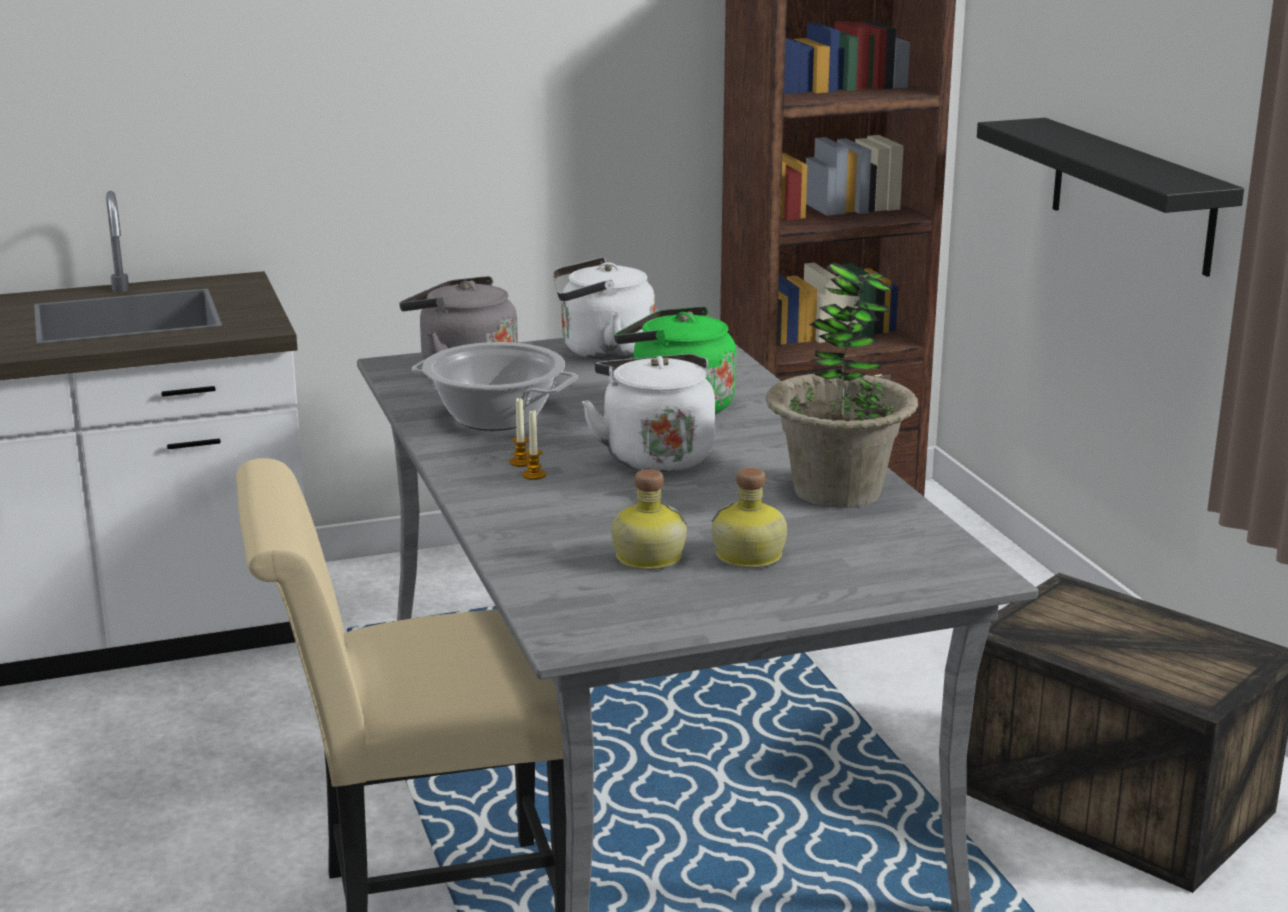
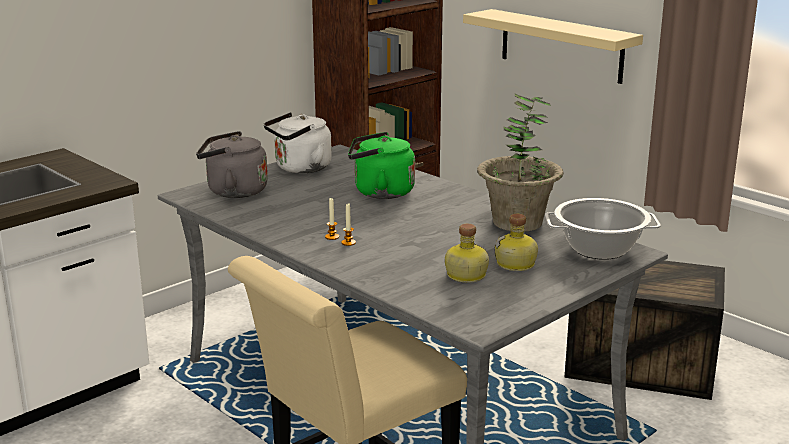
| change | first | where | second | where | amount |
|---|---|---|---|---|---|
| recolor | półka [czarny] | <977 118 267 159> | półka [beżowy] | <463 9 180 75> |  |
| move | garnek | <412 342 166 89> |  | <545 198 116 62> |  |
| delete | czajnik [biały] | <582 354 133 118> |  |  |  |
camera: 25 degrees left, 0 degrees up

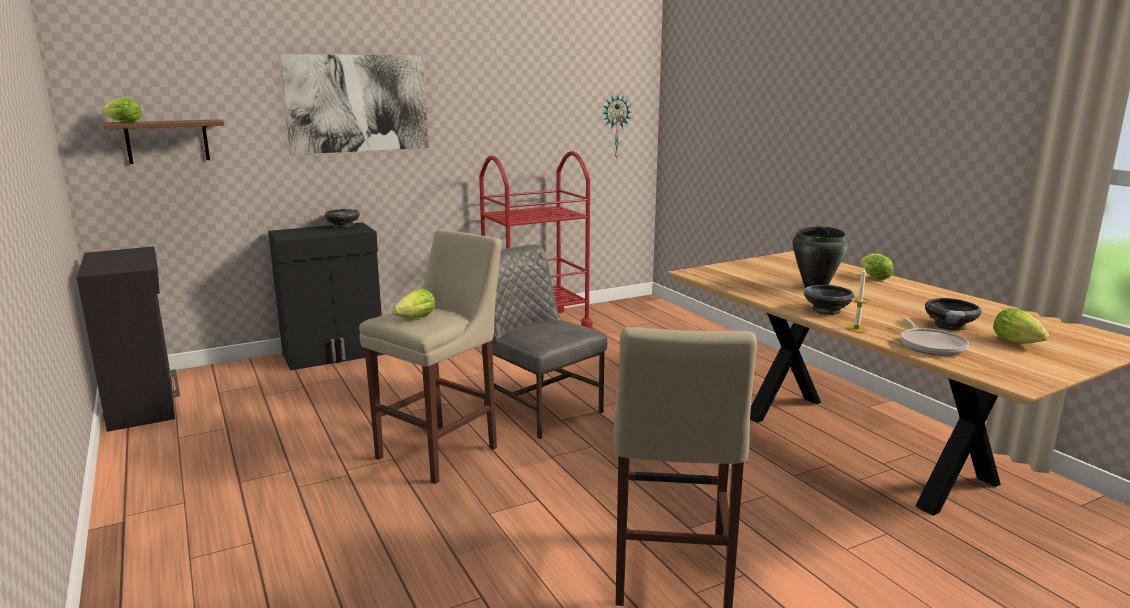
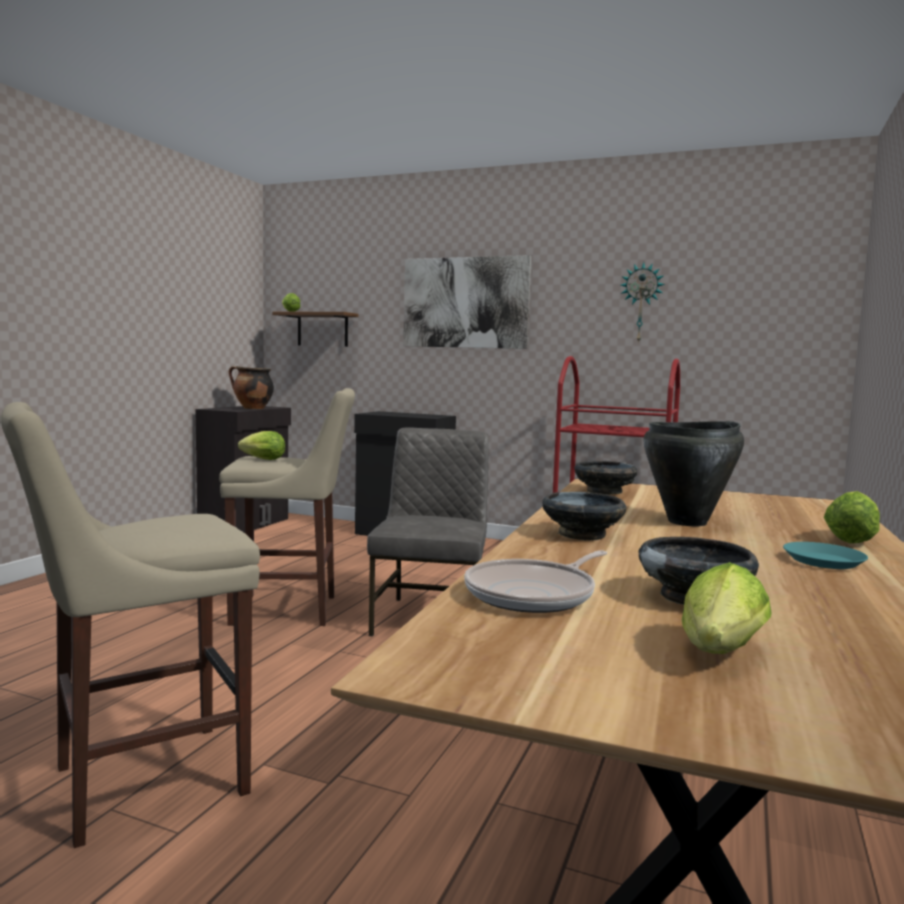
| change | first | where | second | where | amount |
|---|---|---|---|---|---|
| move | zegar ścienny | <603 95 28 65> |  | <621 262 44 81> |  |
| move | miska [czarny] | <325 209 35 19> |  | <574 461 64 34> |  |
| delete | świeca | <846 268 23 65> |  |  |  |
| insert |  |  | garnek | <229 366 45 43> |  |
| insert |  |  | talerz [turkusowy] | <783 542 85 27> |  |
camera: 50 degrees right, 10 degrees down

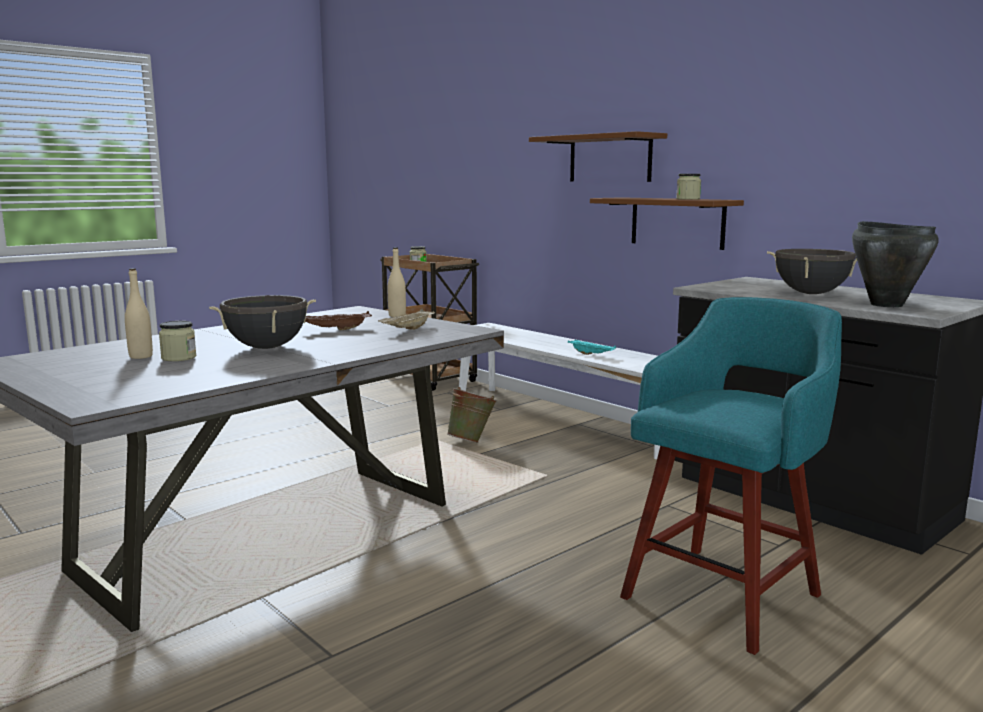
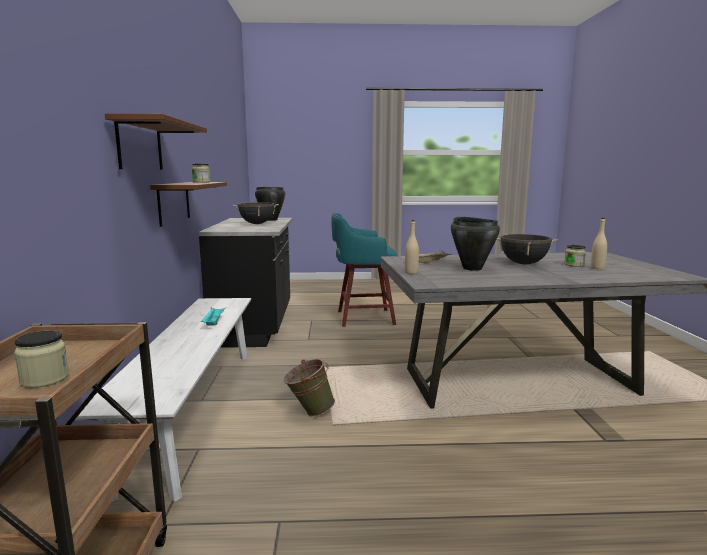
| change | first | where | second | where | amount |
|---|---|---|---|---|---|
| replace | taca [brązowy] | <305 311 67 19> | garnek [czarny] | <451 217 49 54> |  |
camera: 140 degrees left, 0 degrees up

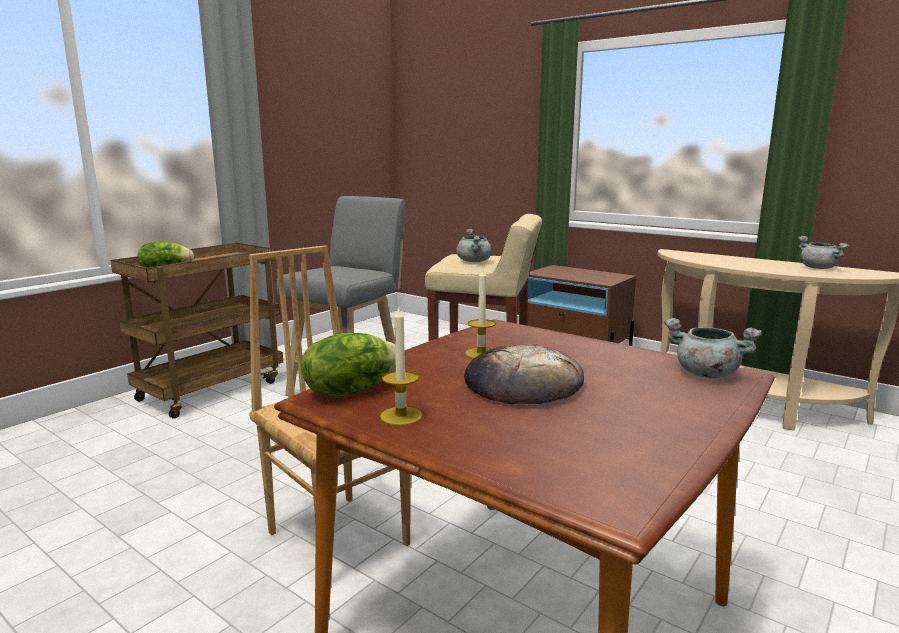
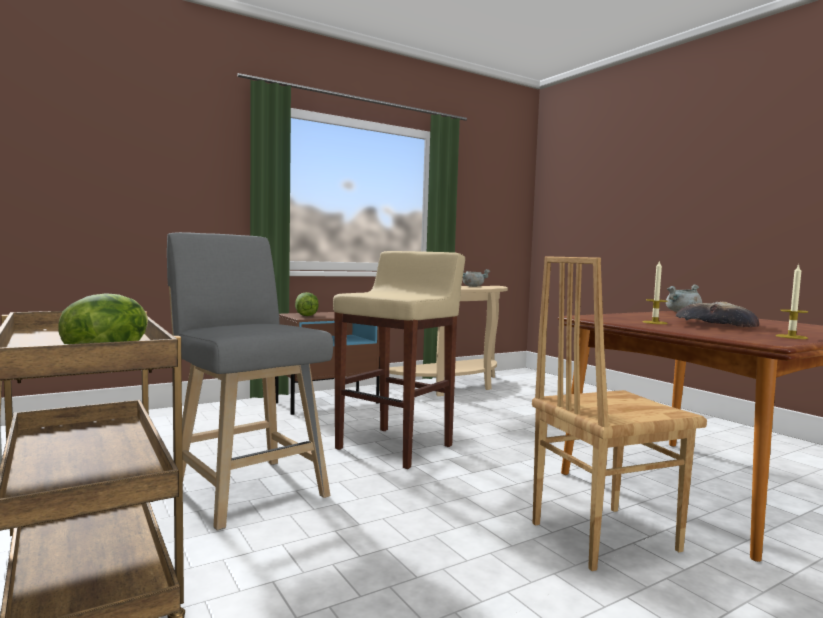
| change | first | where | second | where | amount |
|---|---|---|---|---|---|
| delete | garnek [szary] | <456 229 36 33> |  |  |  |
| move | sałata | <301 333 95 63> |  | <295 292 24 24> |  |
camera: 70 degrees left, 10 degrees down

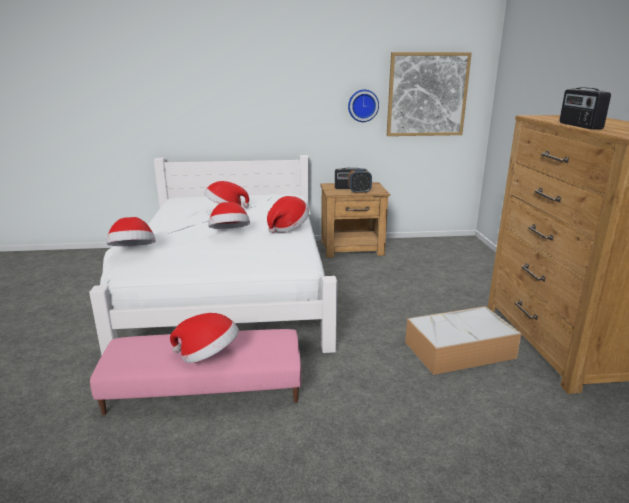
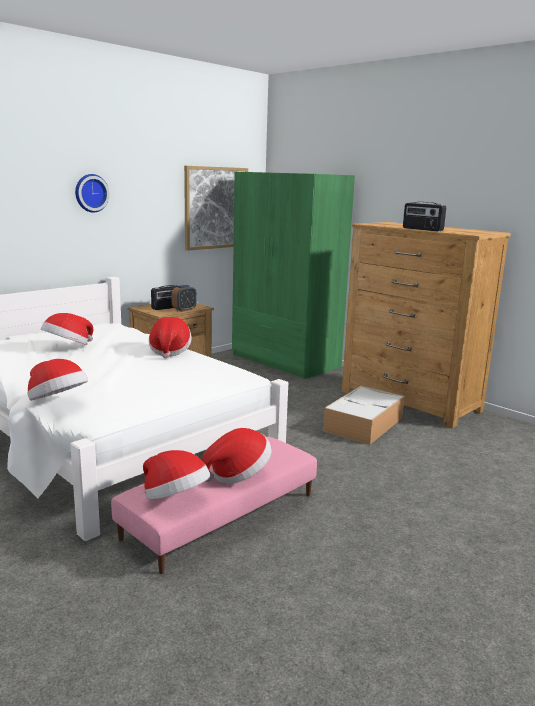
| change | first | where | second | where | amount |
|---|---|---|---|---|---|
| move | zegar ścienny | <348 90 31 32> |  | <75 174 35 38> |  |
| move | kapelusz | <208 202 42 27> |  | <143 450 67 50> |  |
| insert |  |  | szafa [zielony] | <232 172 123 207> |  |
camera: 40 degrees left, 5 degrees down

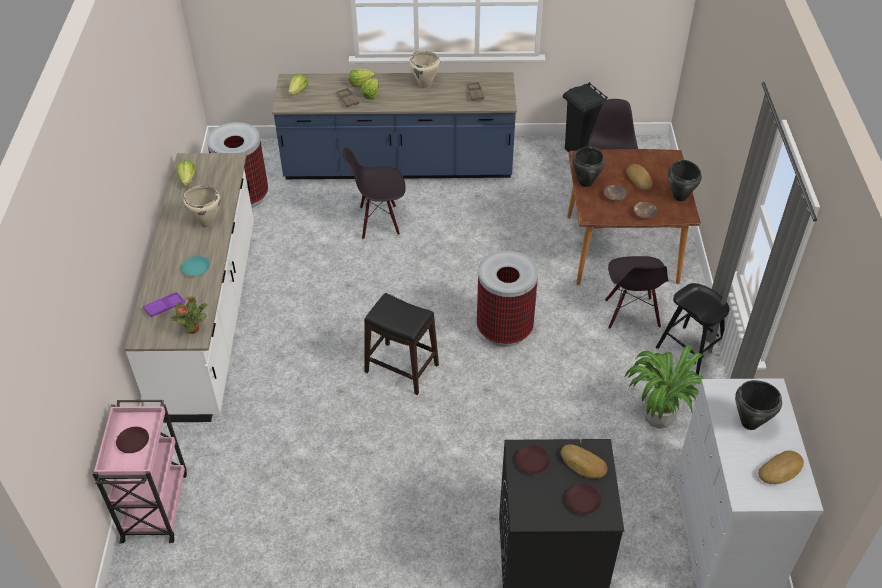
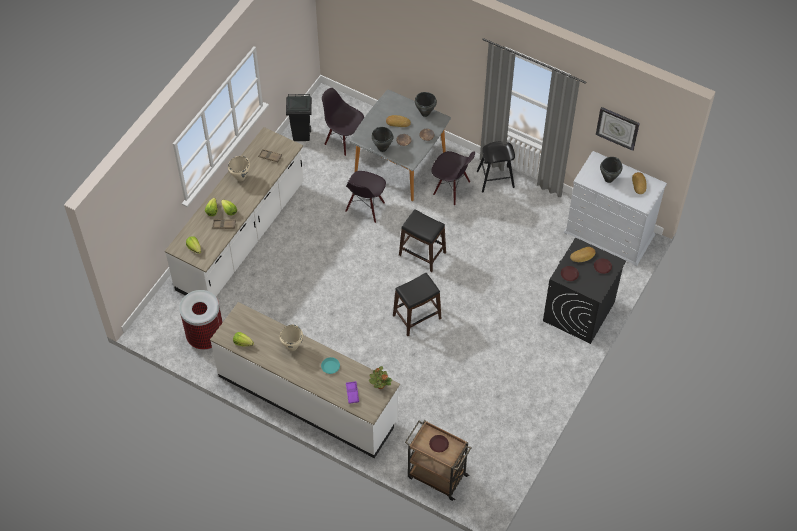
| change | first | where | second | where | amount |
|---|---|---|---|---|---|
| recolor | zabudowa kuchenna [niebieski] | <272 72 245 107> | zabudowa kuchenna [biały] | <165 127 139 169> |  |
| move | krzesło [czarny] | <342 148 64 91> |  | <345 171 41 52> |  |
| recolor | stół jadalny [brązowy] | <567 149 134 136> | stół jadalny [szary] | <349 89 102 112> |  |
| replace | kosz na śmieci | <477 250 61 97> | stołek [czarny] | <399 209 47 63> |  |
| delete | roślina doniczkowa | <625 345 80 84> |  |  |  |
| recolor | wózek [różowy] | <92 400 95 144> | wózek [brązowy] | <405 420 67 81> |  |
| insert |  |  | zegar ścienny | <596 107 44 44> |  |
camera: 60 degrees left, 10 degrees up

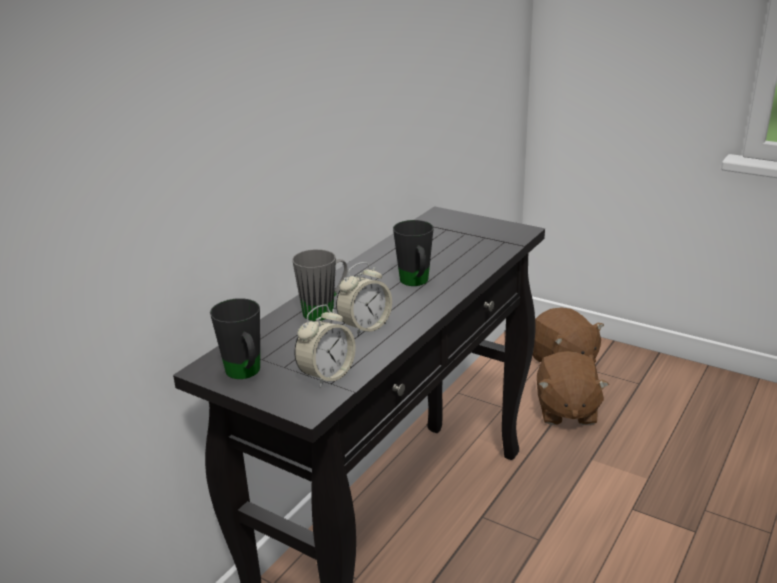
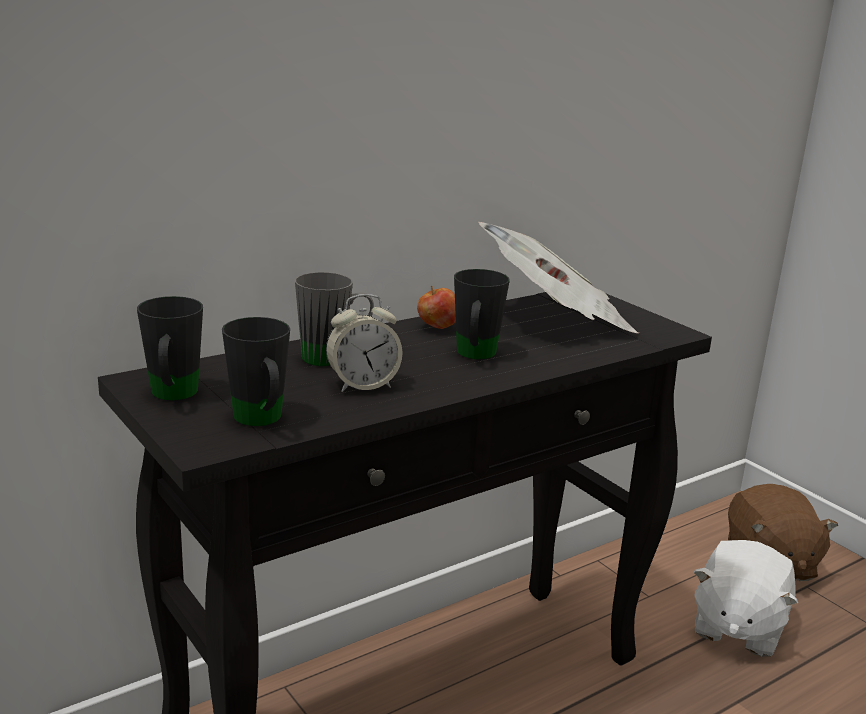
| change | first | where | second | where | amount |
|---|---|---|---|---|---|
| replace | budzik | <294 304 62 84> | kubek [czarny] | <222 317 68 109> |  |
| recolor | pluszak [brązowy] | <537 351 72 74> | pluszak [biały] | <693 540 105 117> |  |
| insert |  |  | gazeta | <478 222 161 111> |  |
| insert |  |  | jabłko | <417 286 39 43> |  |
camera: 20 degrees right, 5 degrees down

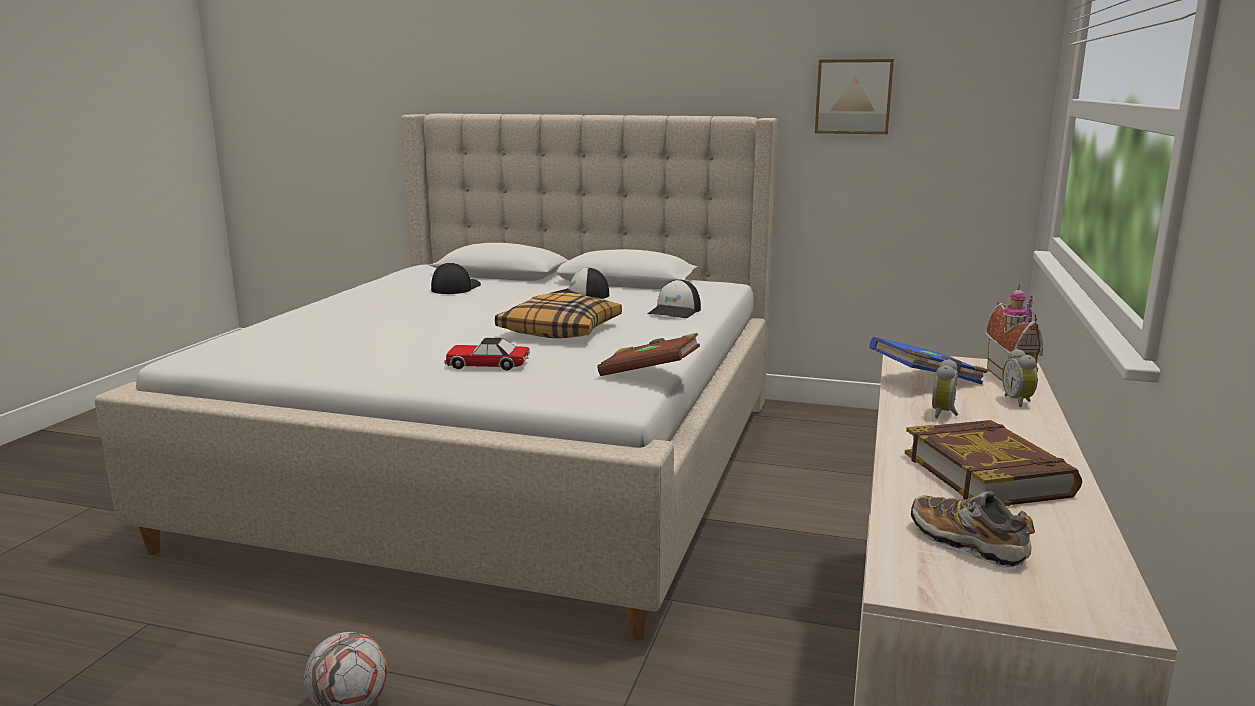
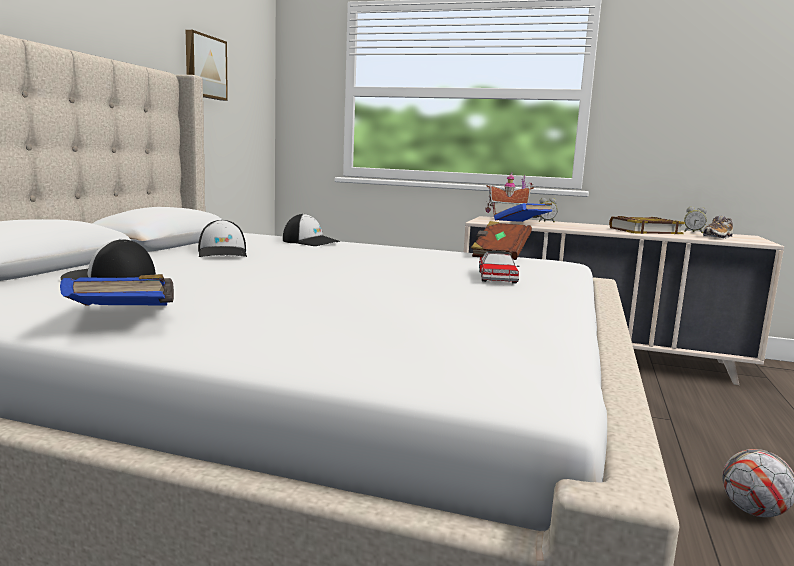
| change | first | where | second | where | amount |
|---|---|---|---|---|---|
| delete | poduszka | <495 293 127 45> |  |  |  |
| move | budzik | <932 359 26 59> |  | <684 207 23 26> |  |
| insert |  |  | książka [niebieski] | <60 274 114 31> |  |
camera: 90 degrees left, 5 degrees down

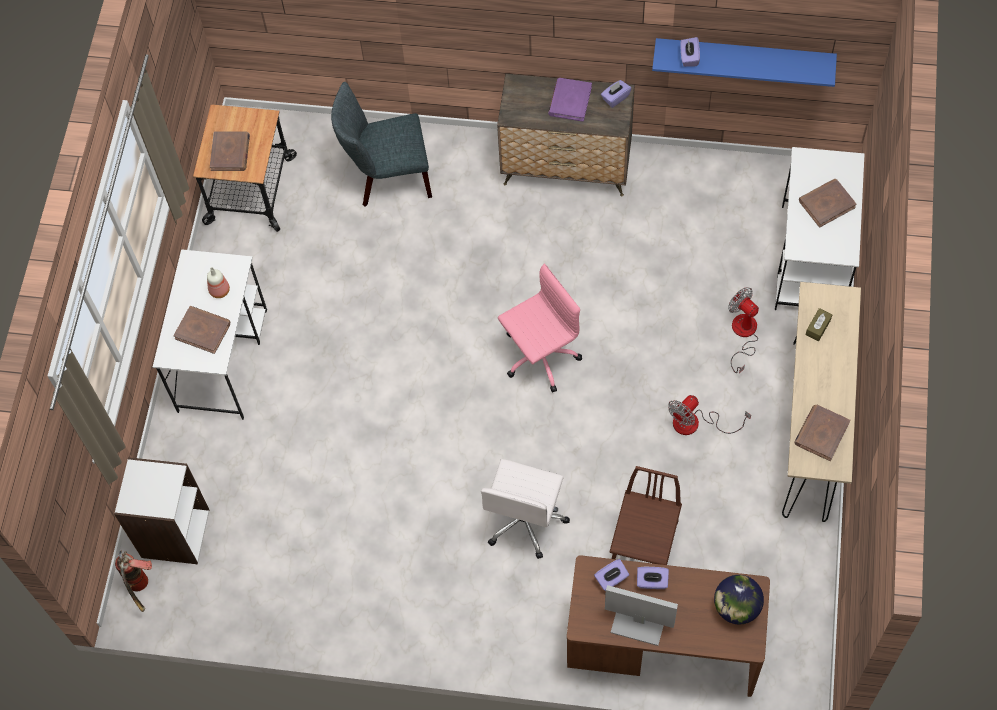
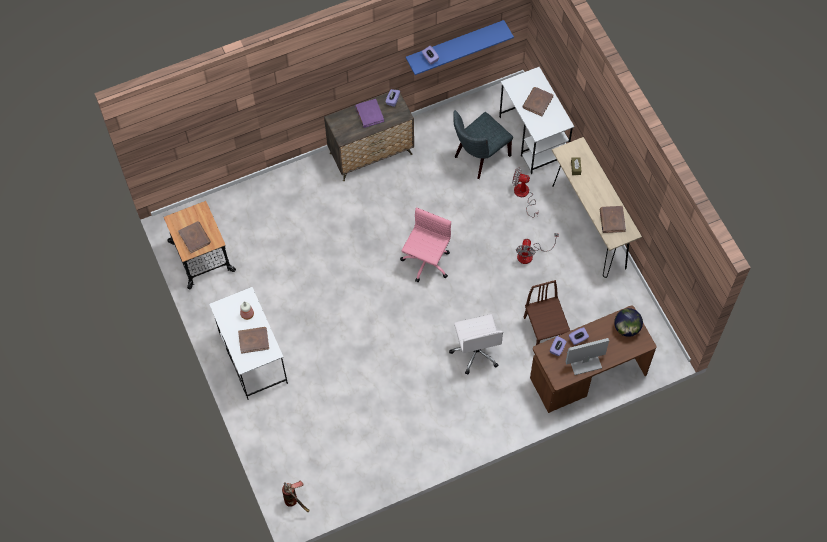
| change | first | where | second | where | amount |
|---|---|---|---|---|---|
| move | krzesło [szary] | <331 82 101 125> |  | <453 110 60 69> |  |
| delete | regał [biały] | <114 457 95 107> |  |  |  |
camera: 35 degrees left, 0 degrees up

